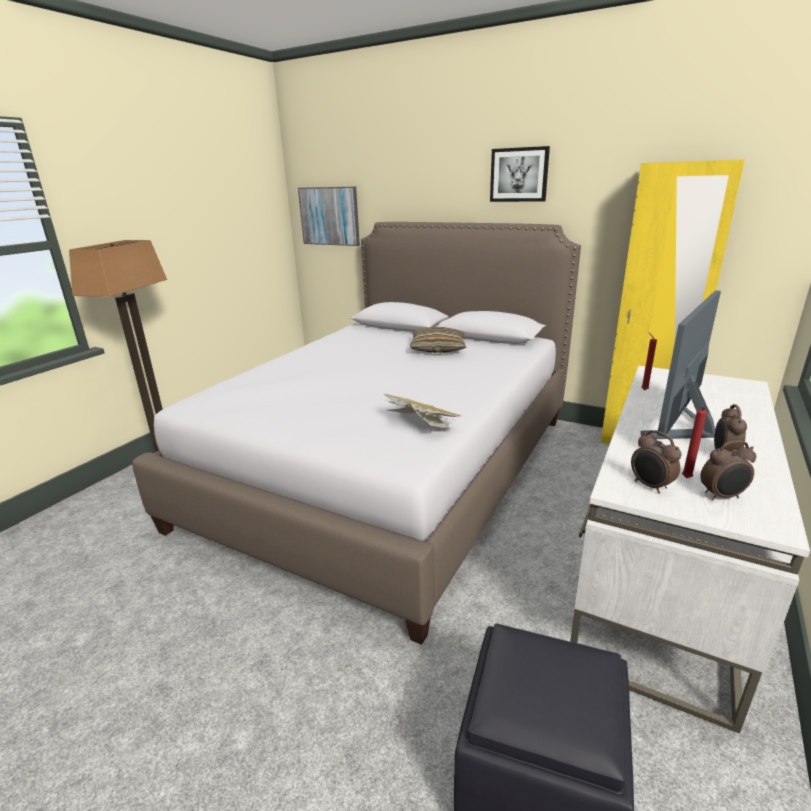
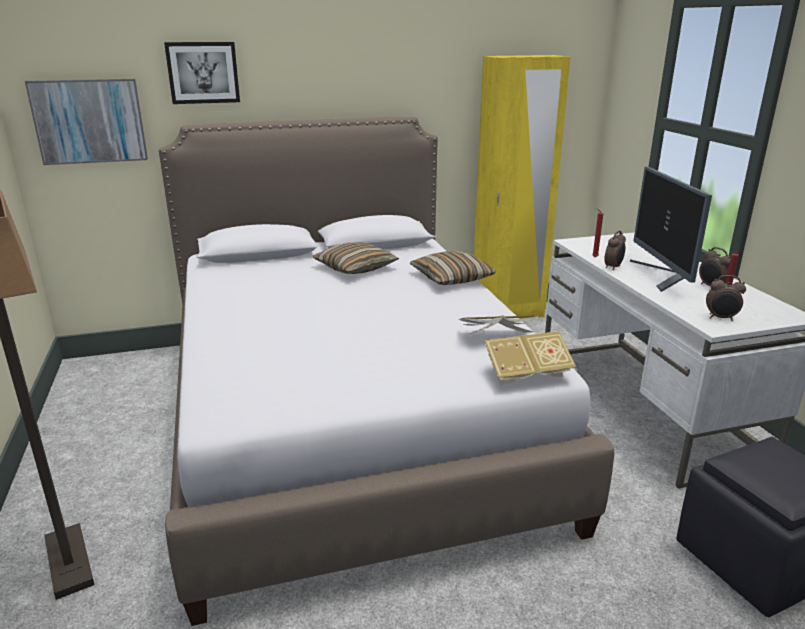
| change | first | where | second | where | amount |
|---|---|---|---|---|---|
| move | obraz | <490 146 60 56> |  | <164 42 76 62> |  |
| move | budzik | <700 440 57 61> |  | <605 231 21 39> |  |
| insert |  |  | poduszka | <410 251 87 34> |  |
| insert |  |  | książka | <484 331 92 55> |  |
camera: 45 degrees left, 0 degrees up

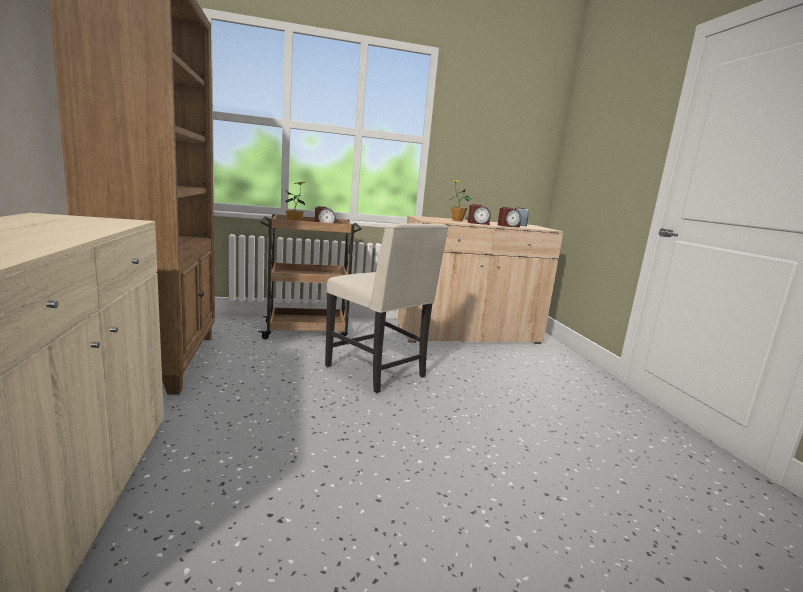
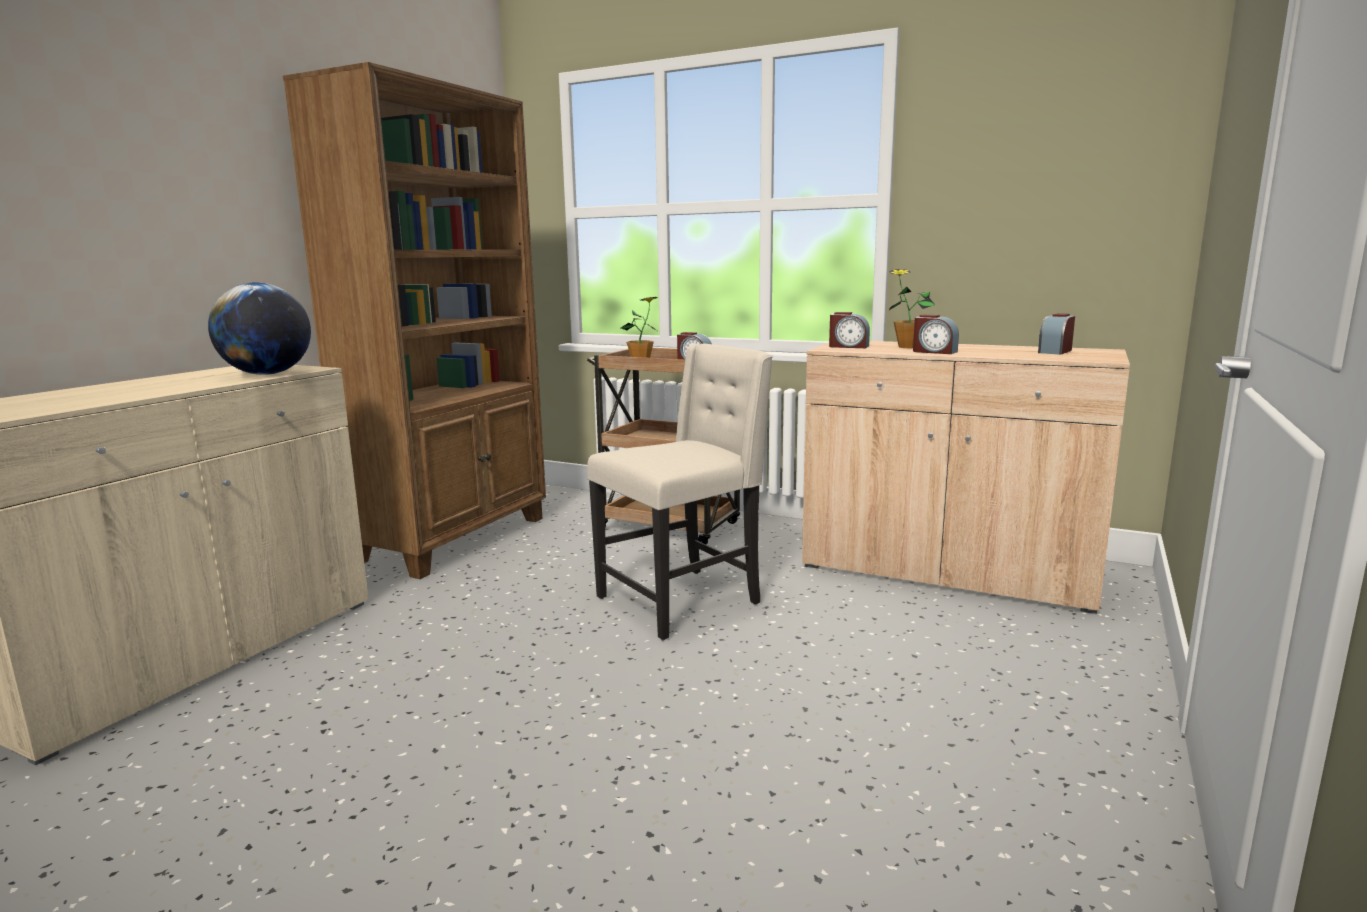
| change | first | where | second | where | amount |
|---|---|---|---|---|---|
| move | budzik | <498 207 23 21> |  | <829 312 41 36> |  |
| rotate | krzesło [beżowy] | <325 223 123 170> |  | <587 344 186 296> | 120 degrees counterclockwise |
| insert |  |  | globus | <208 282 103 93> |  |
camera: 40 degrees right, 0 degrees up

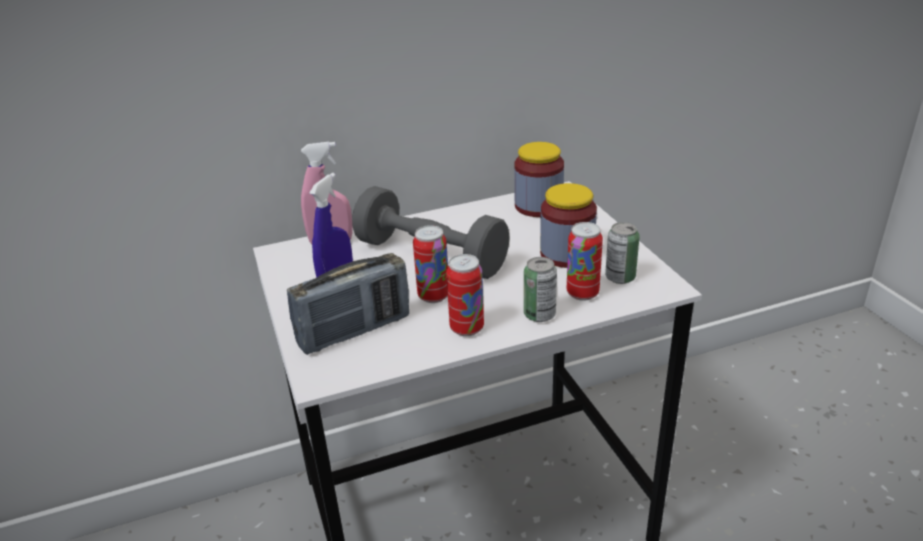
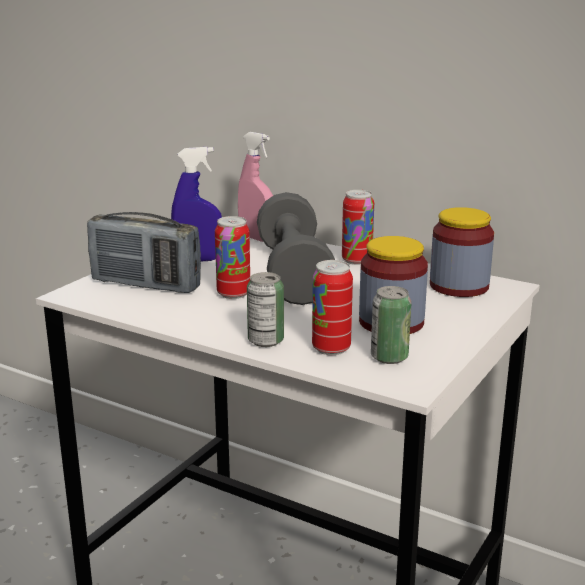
| change | first | where | second | where | amount |
|---|---|---|---|---|---|
| move | puszka | <446 254 38 82> |  | <342 190 32 75> |  |
camera: 50 degrees right, 10 degrees down

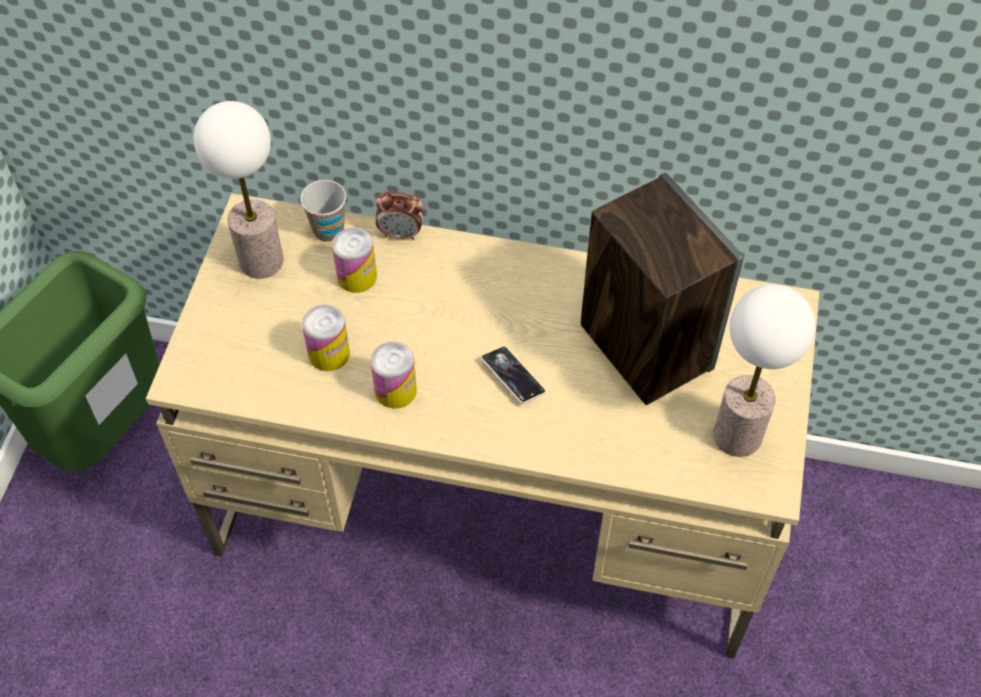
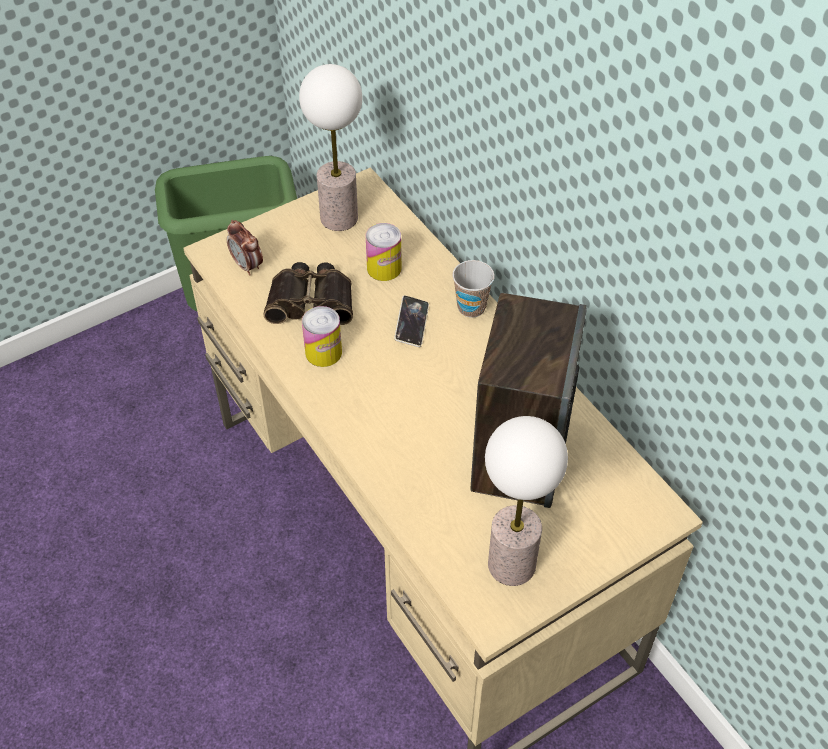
| change | first | where | second | where | amount |
|---|---|---|---|---|---|
| move | filiżanka | <300 180 46 62> |  | <452 260 42 58> |  |
| move | budzik | <376 191 47 49> |  | <227 220 36 56> |  |
| replace | puszka | <302 305 48 66> | lornetka | <264 262 89 63> |  |
| move | telefon | <481 346 65 58> |  | <394 296 35 51> |  |
camera: 45 degrees right, 5 degrees down

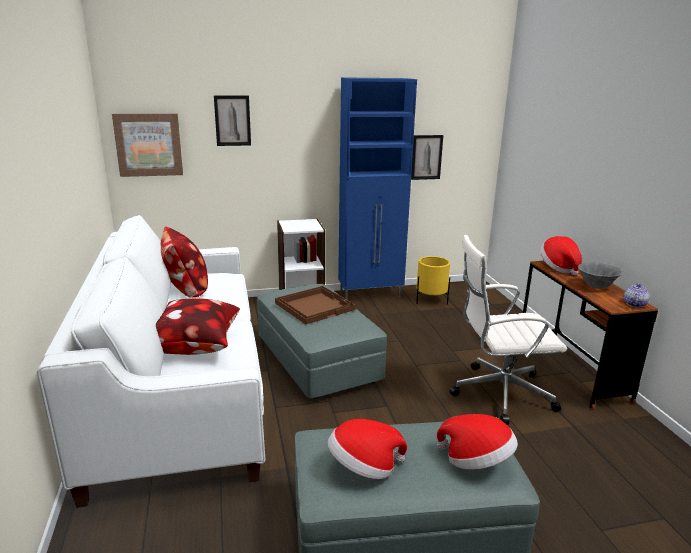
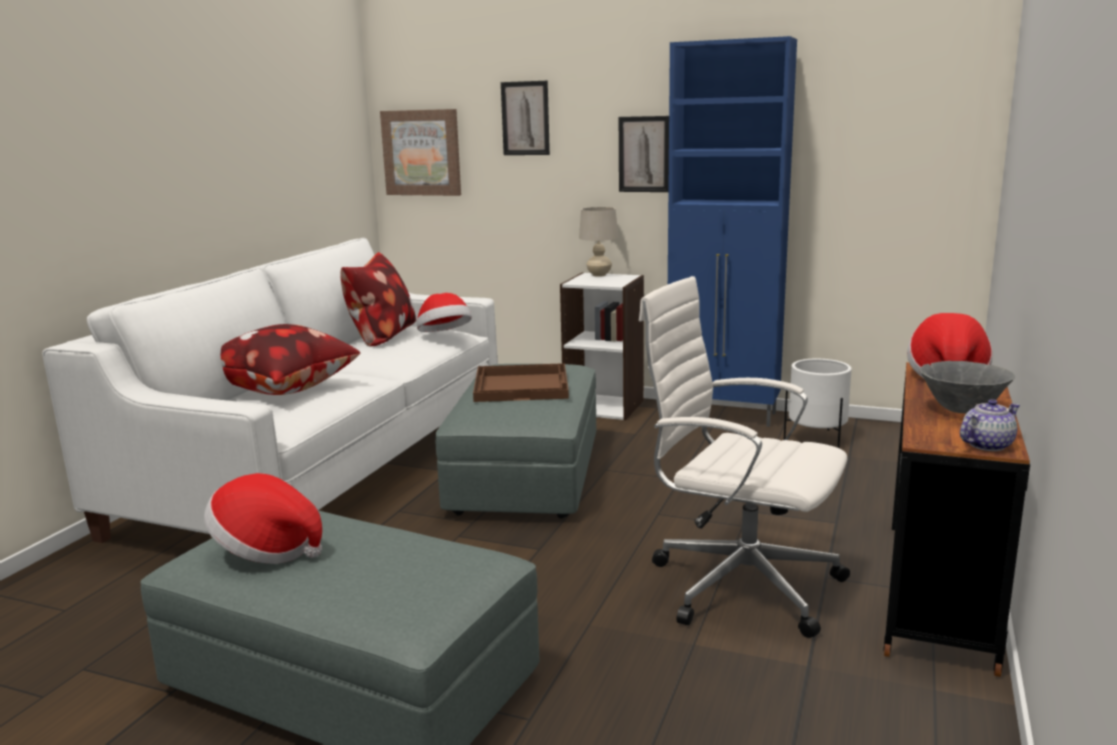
| change | first | where | second | where | amount |
|---|---|---|---|---|---|
| move | obraz | <411 135 32 45> |  | <619 116 50 76> |  |
| recolor | donica [żółty] | <416 256 34 49> | donica [biały] | <784 359 68 89> |  |
| move | kapelusz | <437 414 81 56> |  | <417 293 55 39> |  |
| insert |  |  | lampa stołowa [beżowy] | <579 207 40 70> |  |
camera: 35 degrees right, 5 degrees down

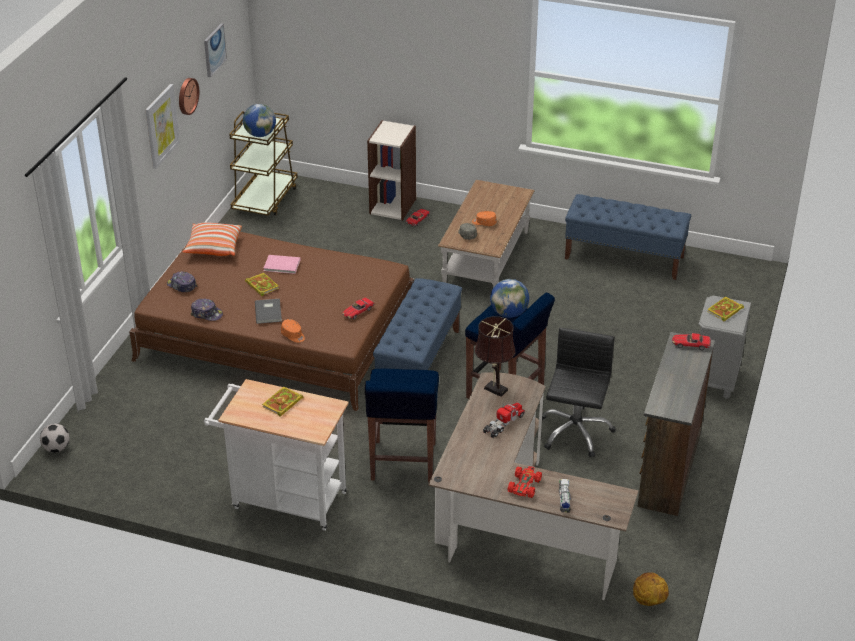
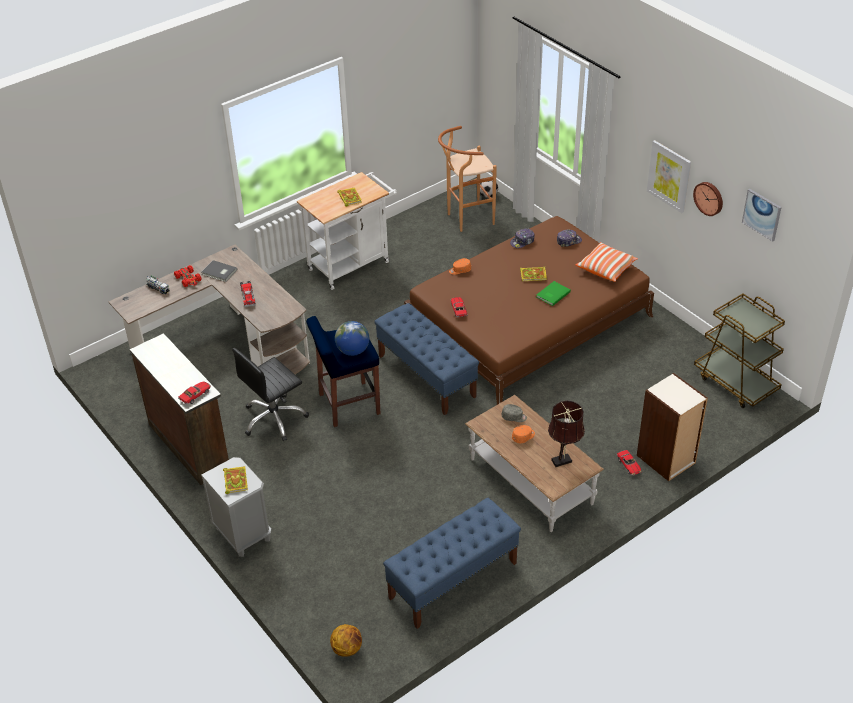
| change | first | where | second | where | amount |
|---|---|---|---|---|---|
| delete | globus | <243 104 33 33> |  |  |  |
| recolor | książka [różowy] | <263 255 37 19> | książka [zielony] | <537 281 34 25> |  |
| move | książka [szary] | <255 299 27 25> |  | <202 260 35 22> |  |
| move | lampa stołowa [brązowy] | <475 316 40 81> |  | <548 401 37 66> |  |
| rotate | krzesło biurowe [czarny] | <542 328 74 130> |  | <232 348 77 93> | 90 degrees clockwise |
| delete | stołek [niebieski] | <365 369 74 114> |  |  |  |
| move | piłka do koszykówki | <633 572 36 34> |  | <330 624 32 33> |  |
| insert |  |  | stołek [brązowy] | <438 126 59 106> |  |
camera: 125 degrees right, 5 degrees up

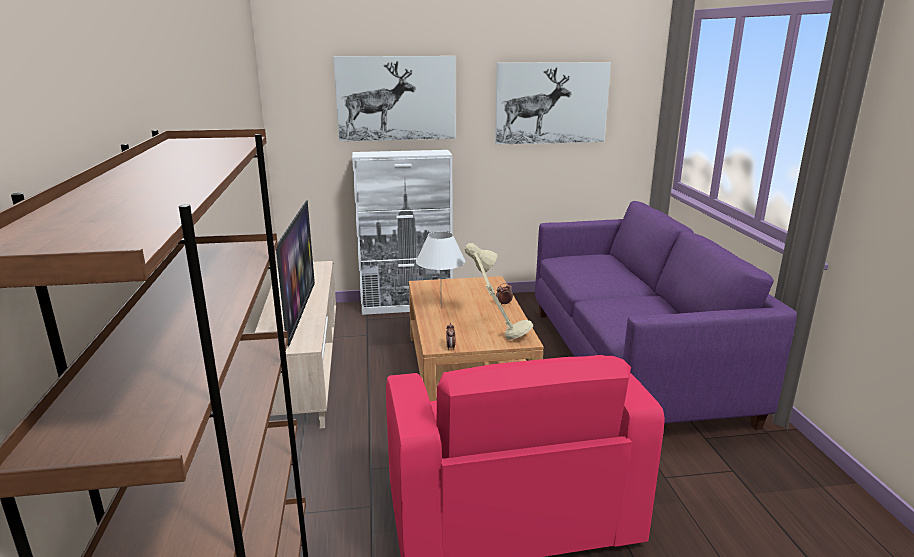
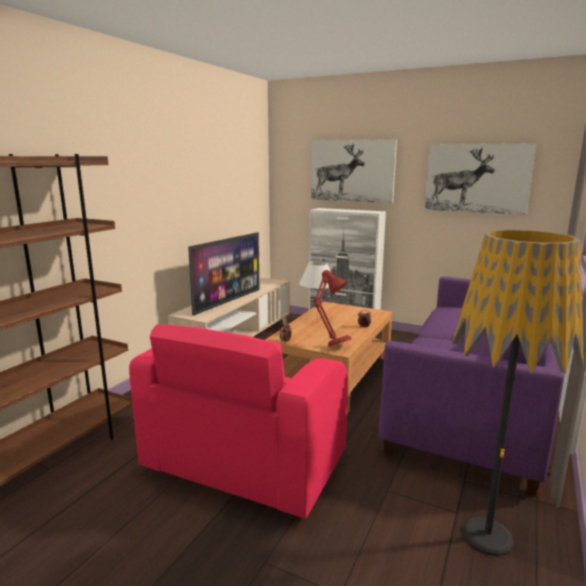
| change | first | where | second | where | amount |
|---|---|---|---|---|---|
| recolor | lampa stołowa [beżowy] | <464 243 69 97> | lampa stołowa [czerwony] | <314 270 37 77> |  |
| insert |  |  | lampa stojąca | <452 230 132 327> |  |
camera: 35 degrees right, 5 degrees down

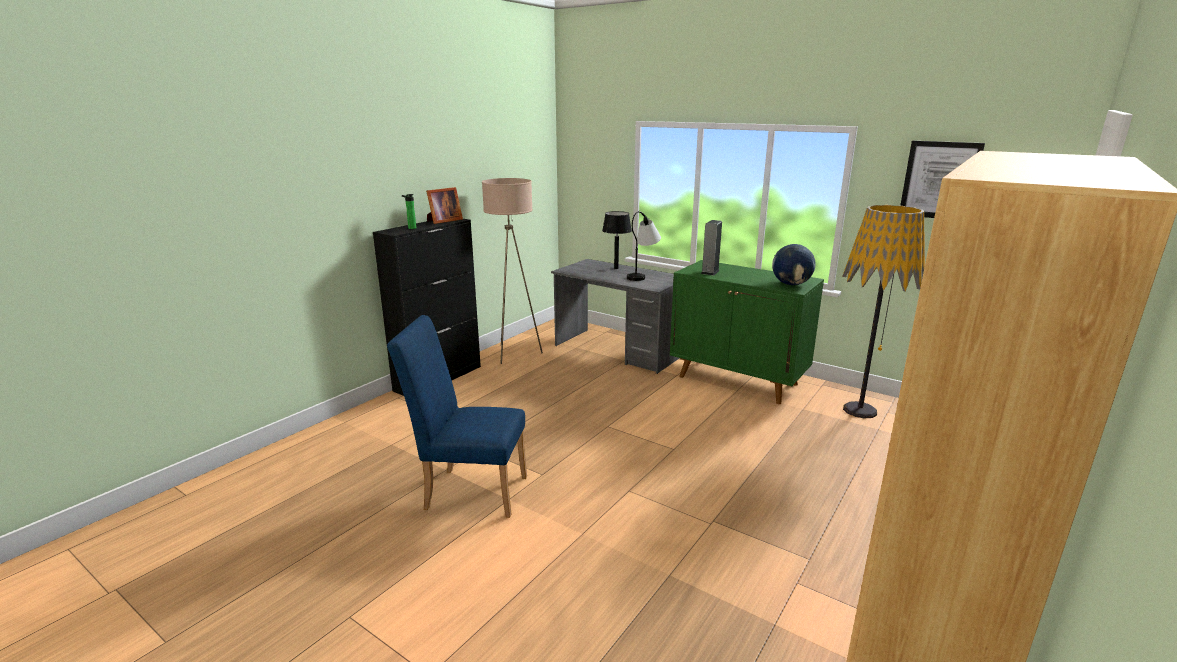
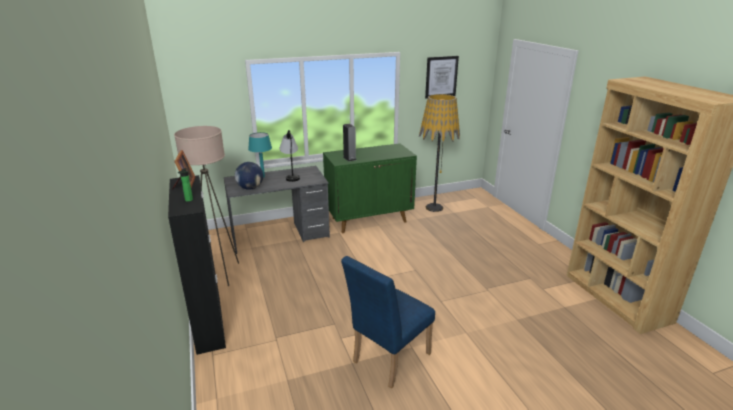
| change | first | where | second | where | amount |
|---|---|---|---|---|---|
| recolor | lampa stołowa [czarny] | <602 211 30 58> | lampa stołowa [turkusowy] | <248 132 24 46> |  |
| move | globus | <772 244 44 41> |  | <235 162 28 28> |  |
camera: 55 degrees left, 5 degrees up

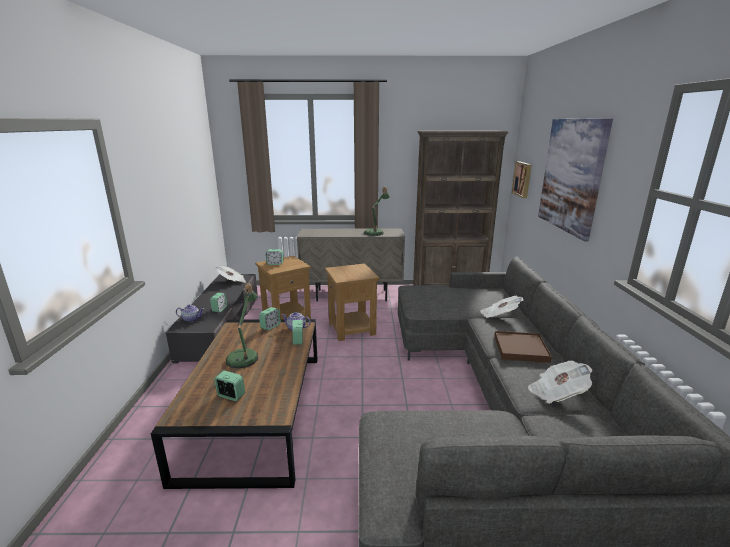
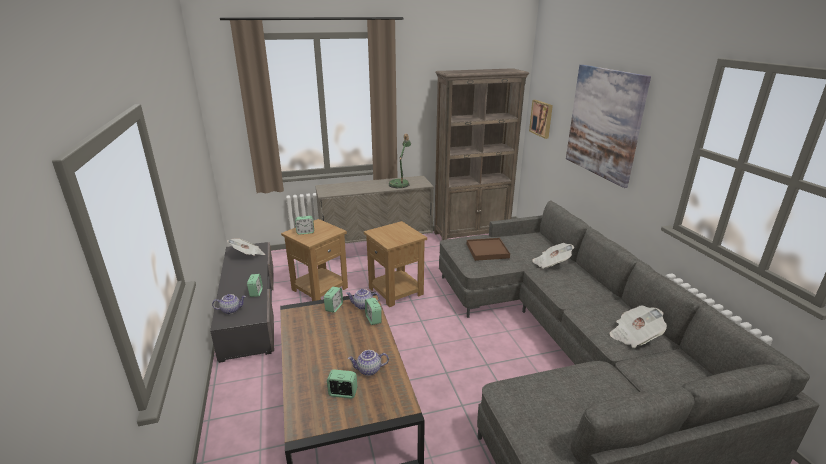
| change | first | where | second | where | amount |
|---|---|---|---|---|---|
| delete | lampa stołowa | <226 283 32 86> |  |  |  |
| move | taca [brązowy] | <494 331 58 32> |  | <467 238 43 23> |  |
| insert |  |  | imbryk | <348 350 41 26> |  |
camera: 15 degrees left, 5 degrees up

